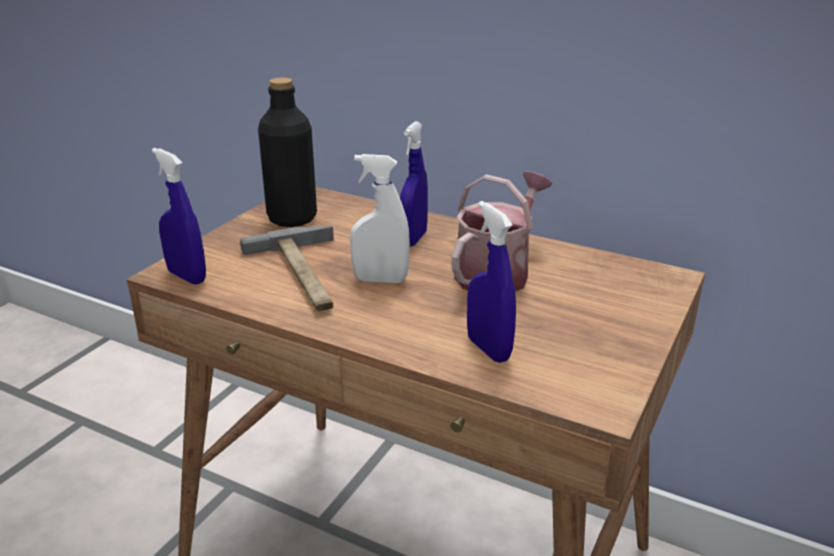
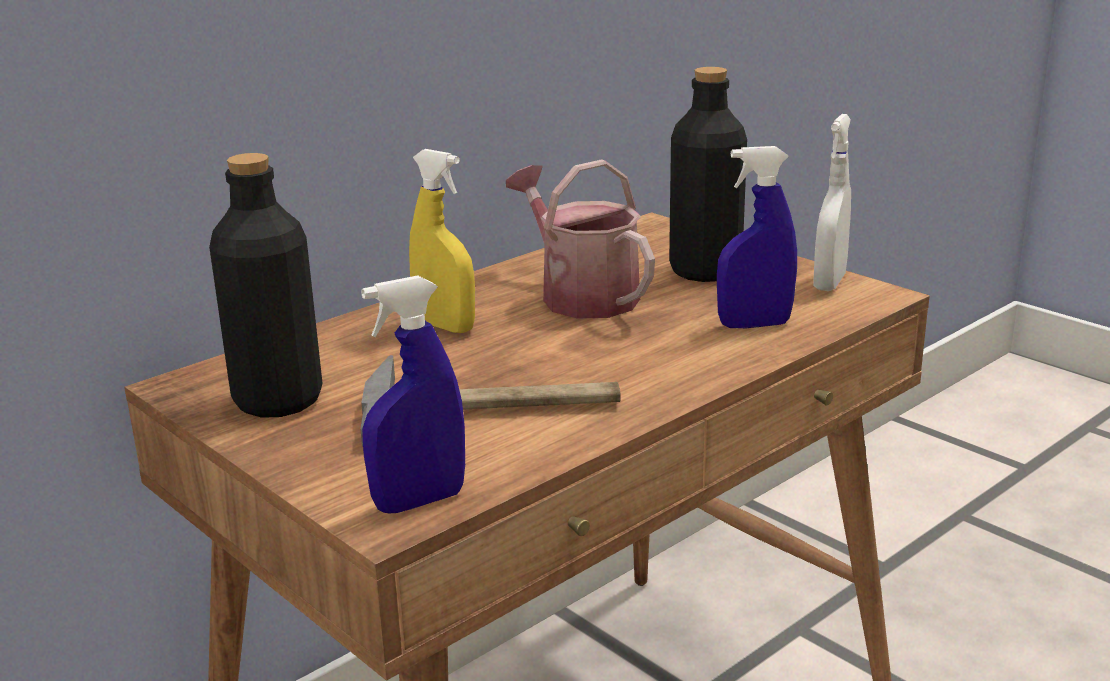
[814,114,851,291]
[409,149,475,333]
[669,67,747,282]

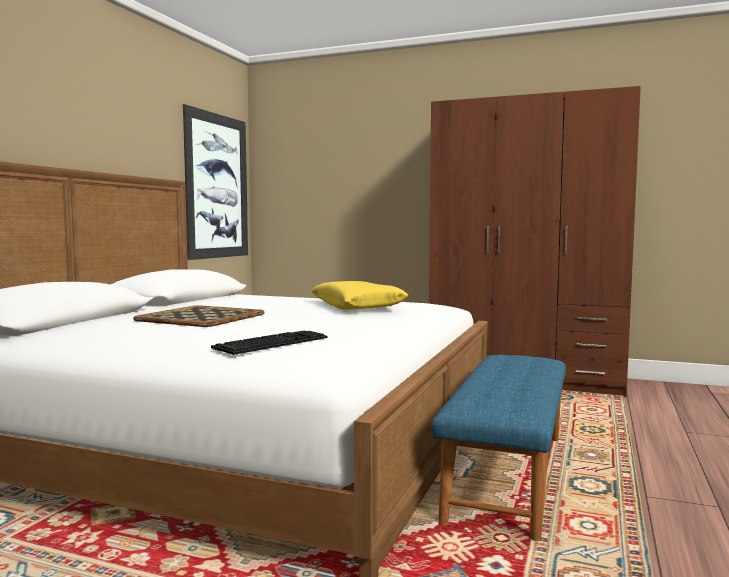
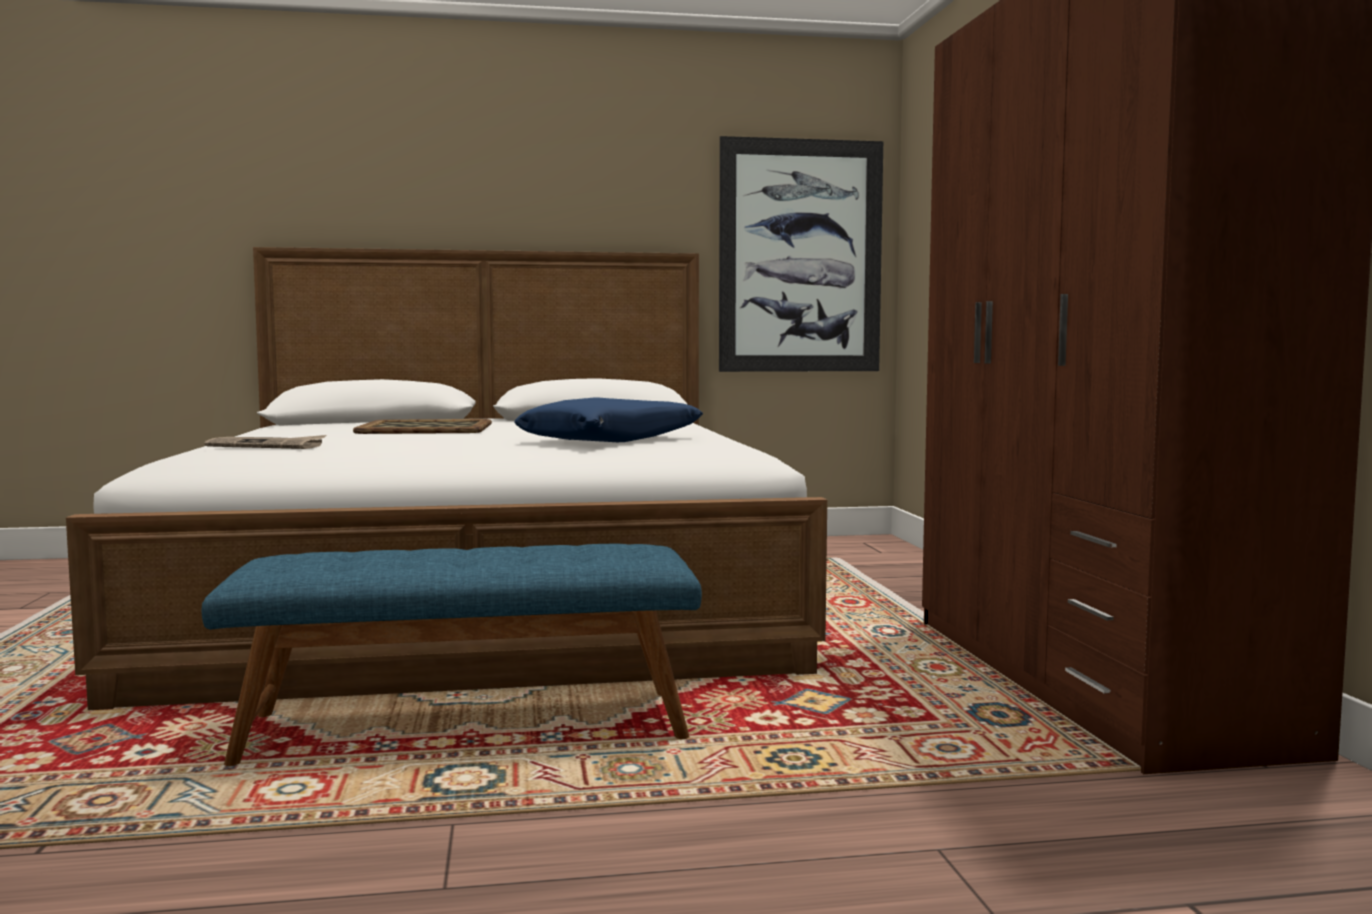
[205,435,327,449]
[514,397,703,442]

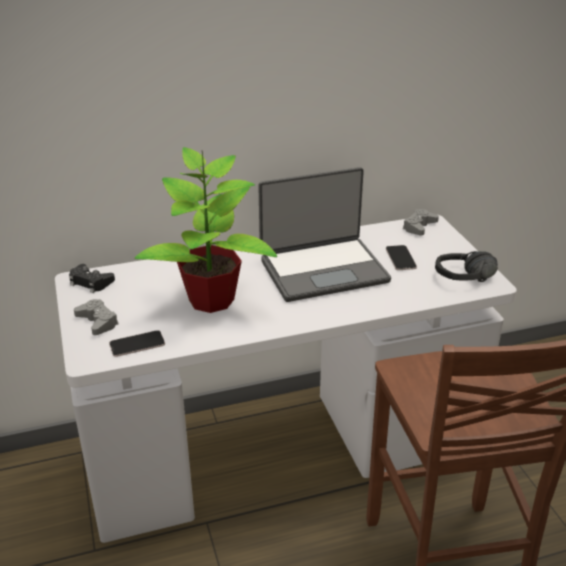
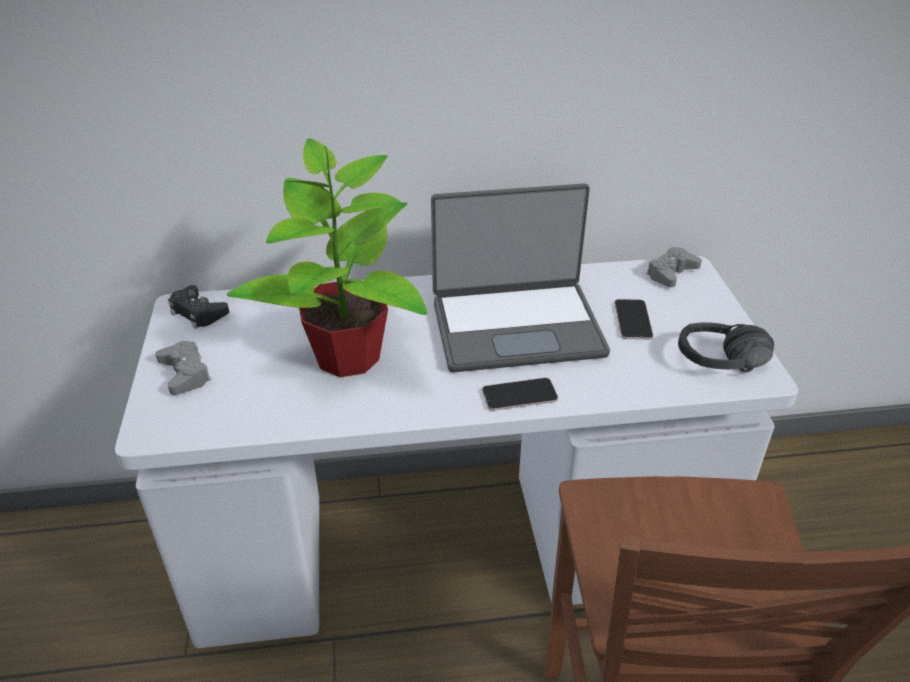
[482,378,558,411]

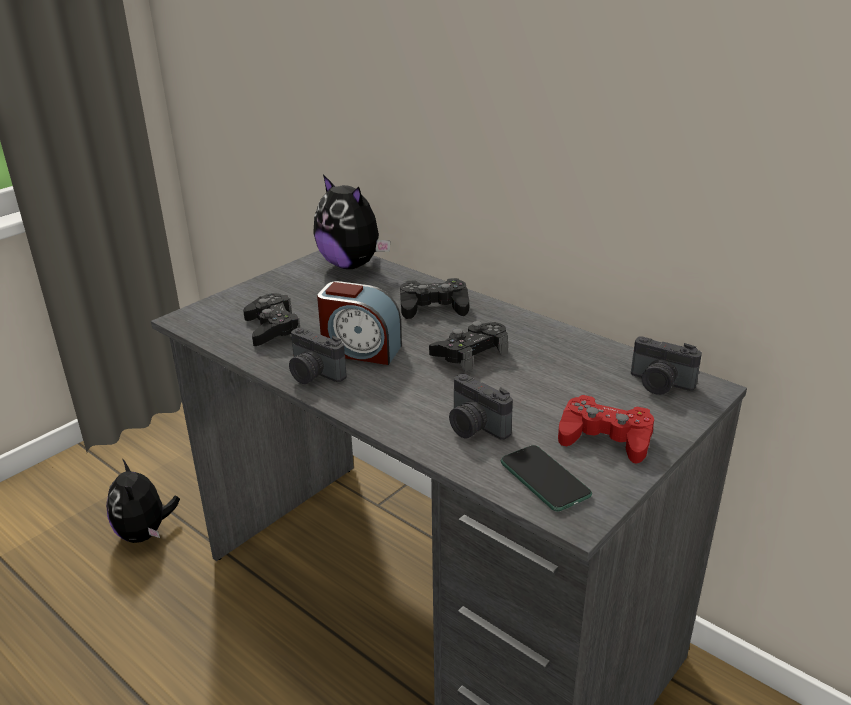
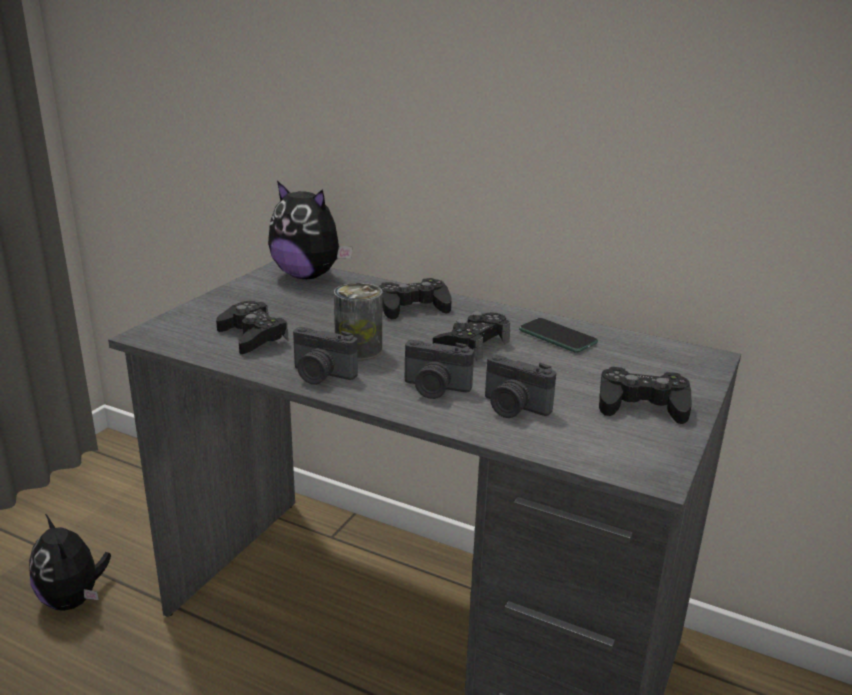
[334,283,382,360]
[519,318,598,353]
[599,366,692,424]
[405,340,474,399]

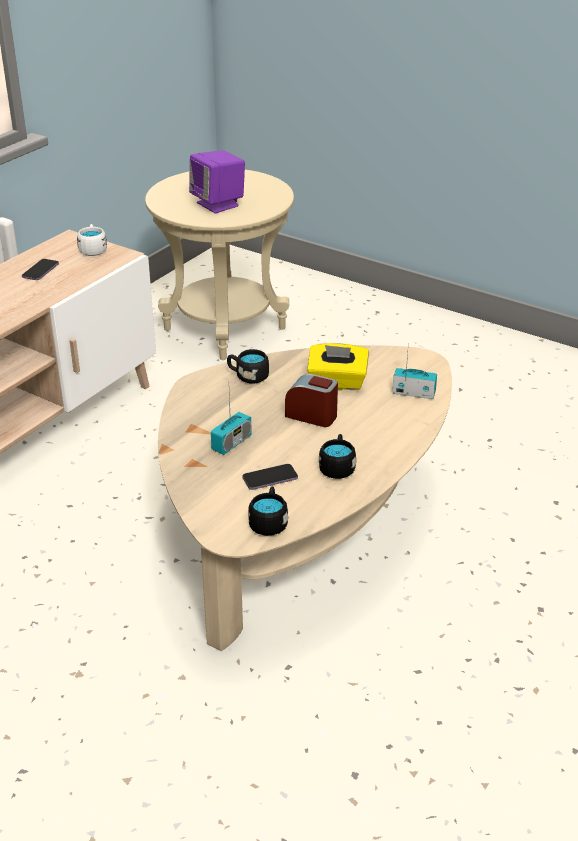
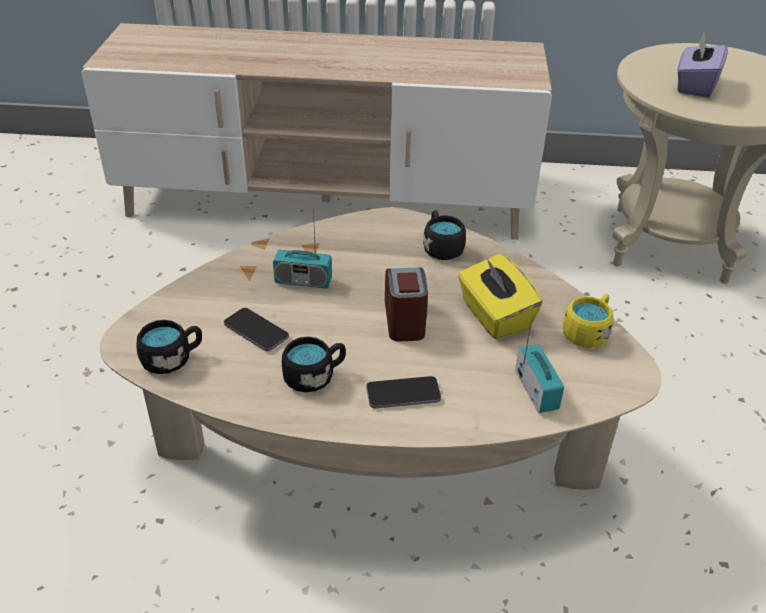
[366,376,441,408]
[77,224,107,256] (first image)
[678,32,728,98]
[563,294,614,348]

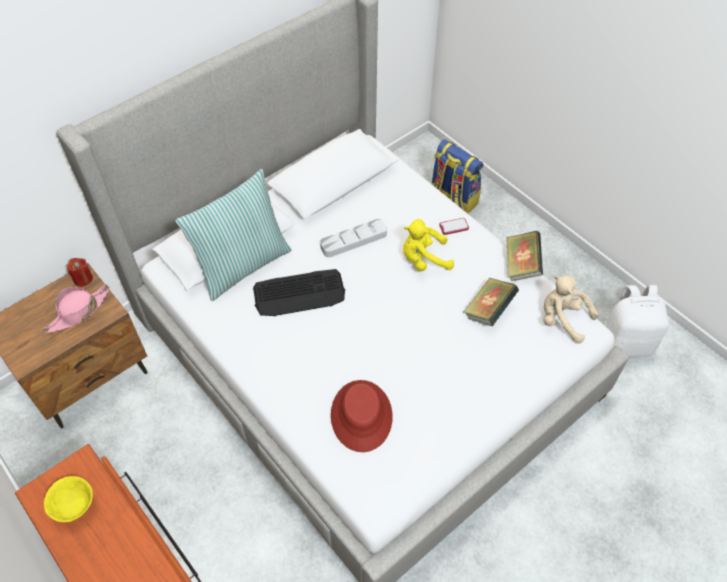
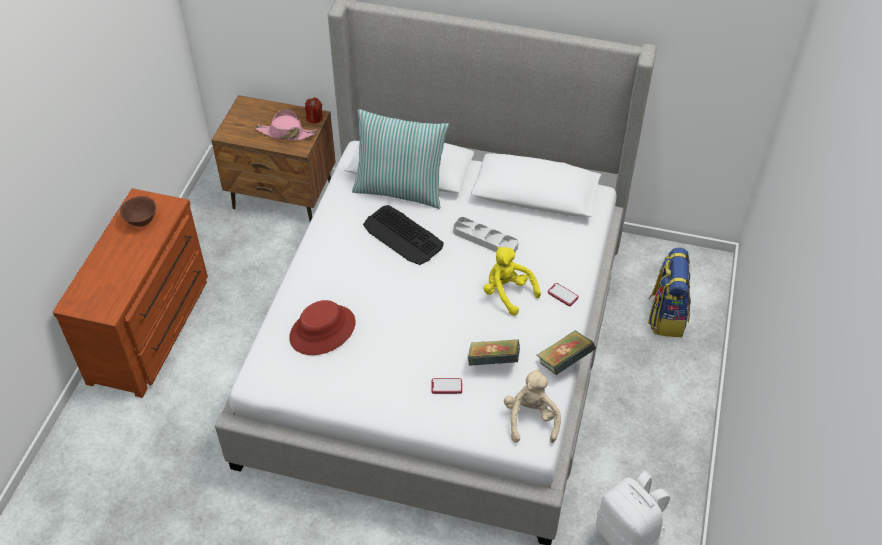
[120,196,156,227]
[432,378,462,394]

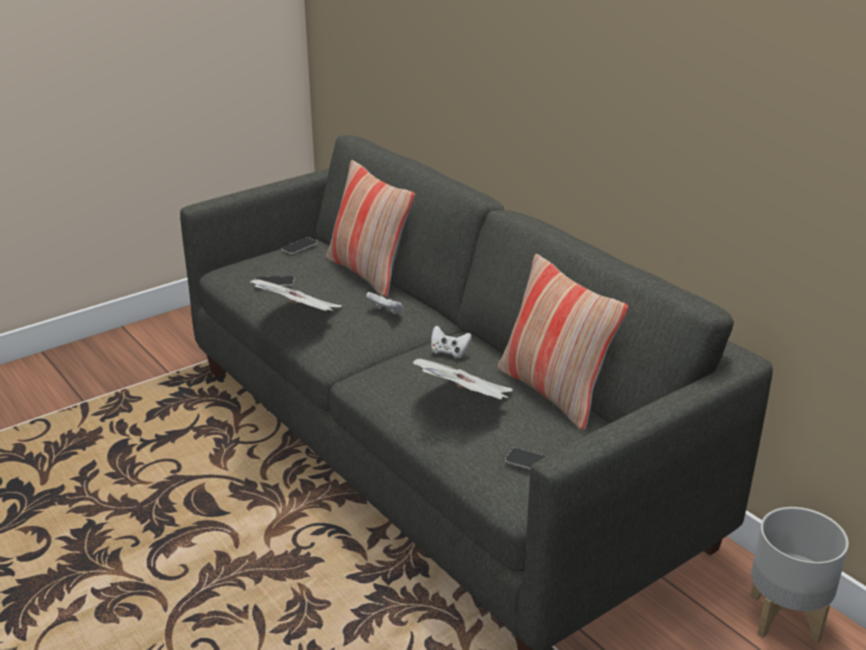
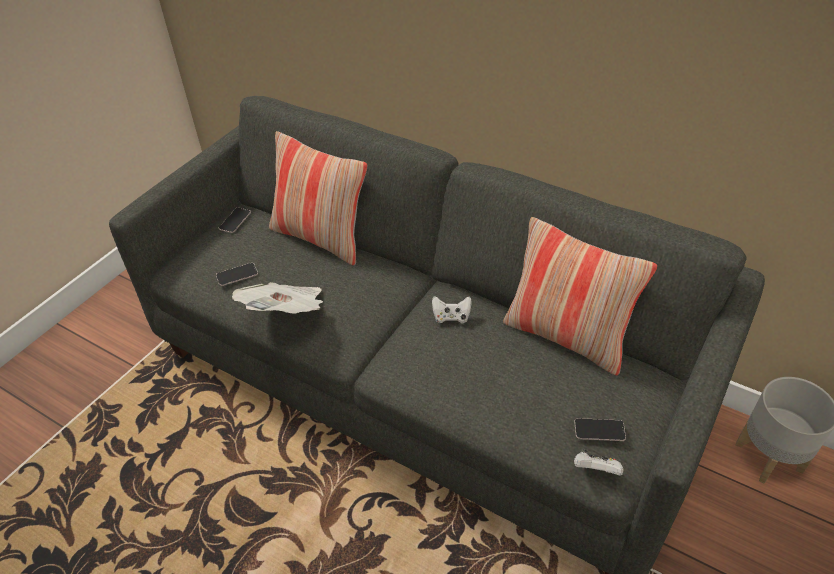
[574,450,623,476]
[413,359,513,400] (first image)

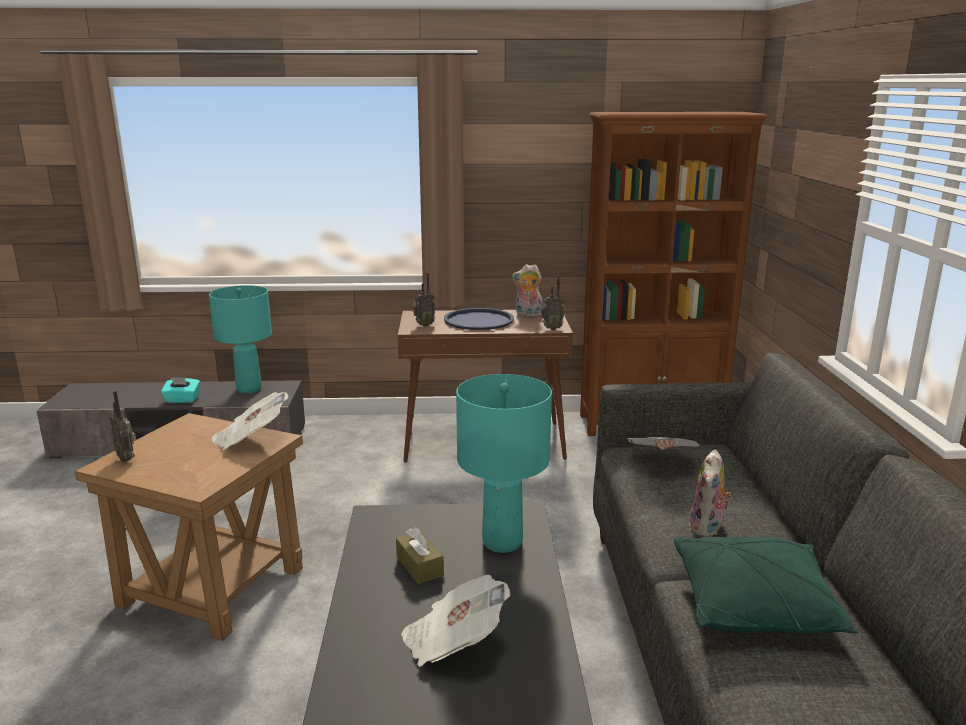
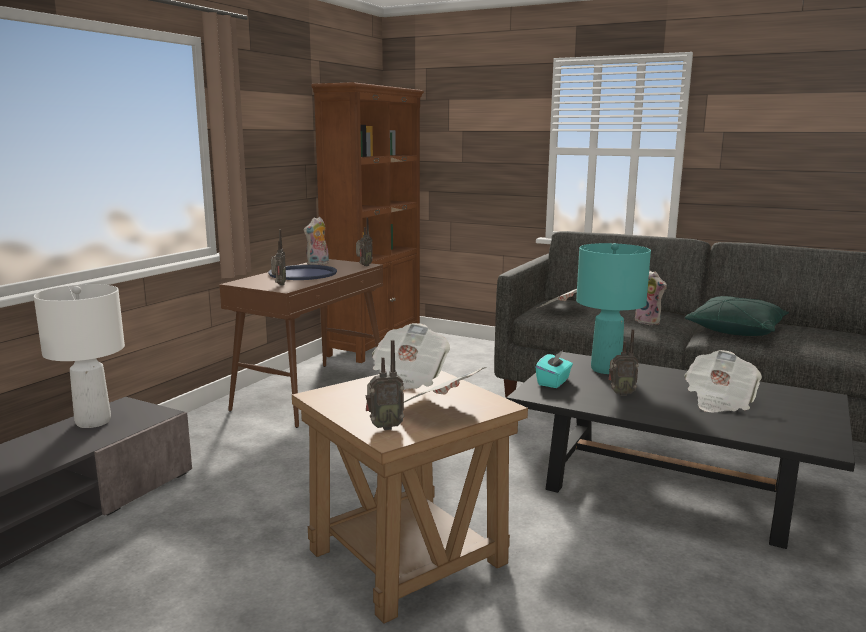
[536,351,573,388]
[34,284,125,428]
[608,329,639,396]
[404,367,486,403]

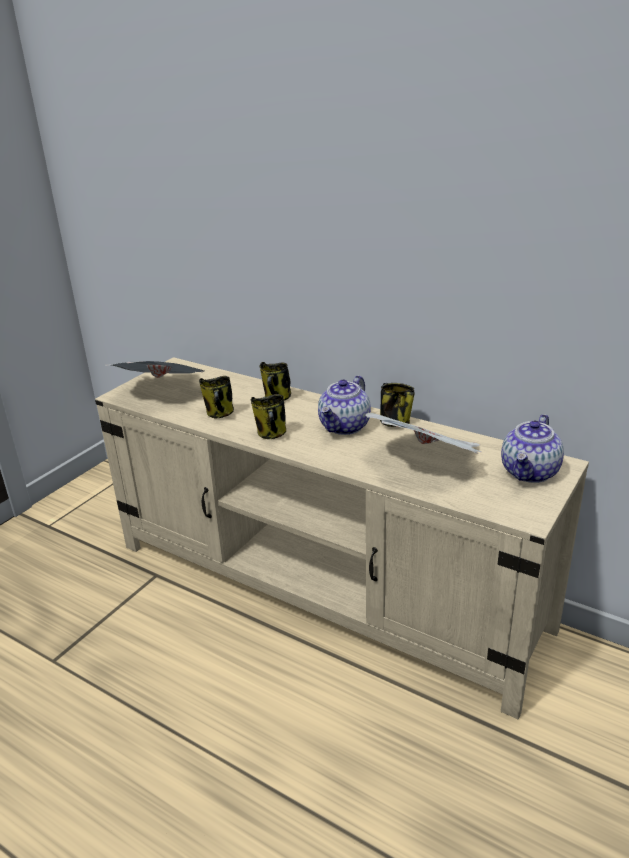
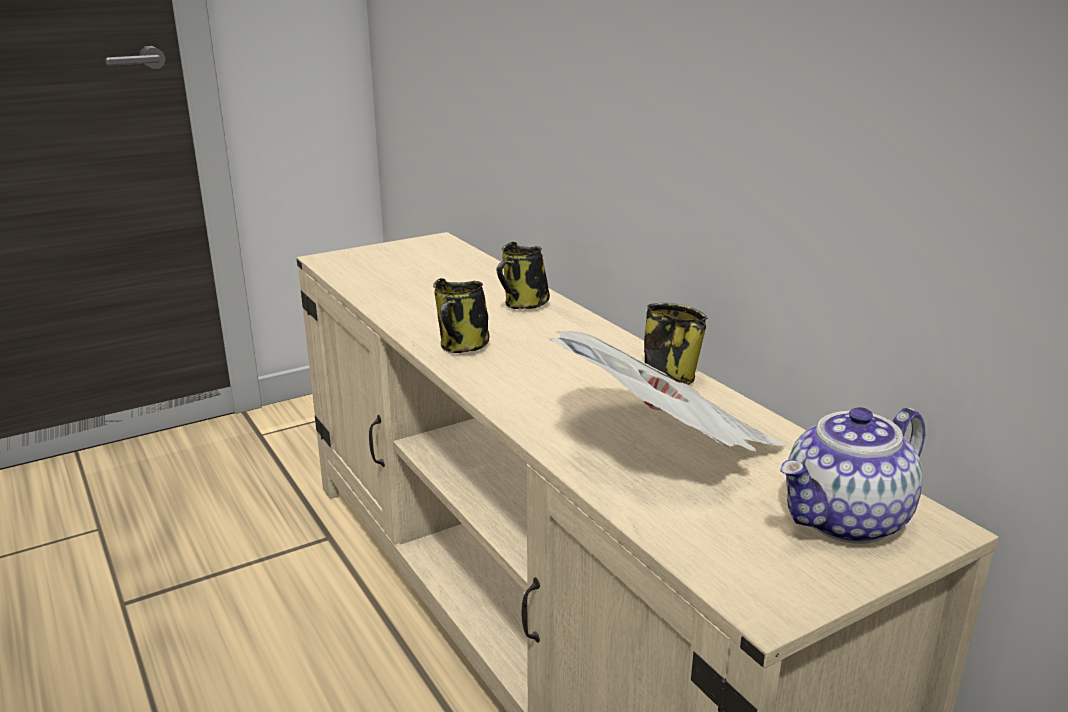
[106,361,204,378] (first image)
[199,376,234,419] (first image)
[318,375,371,435] (first image)

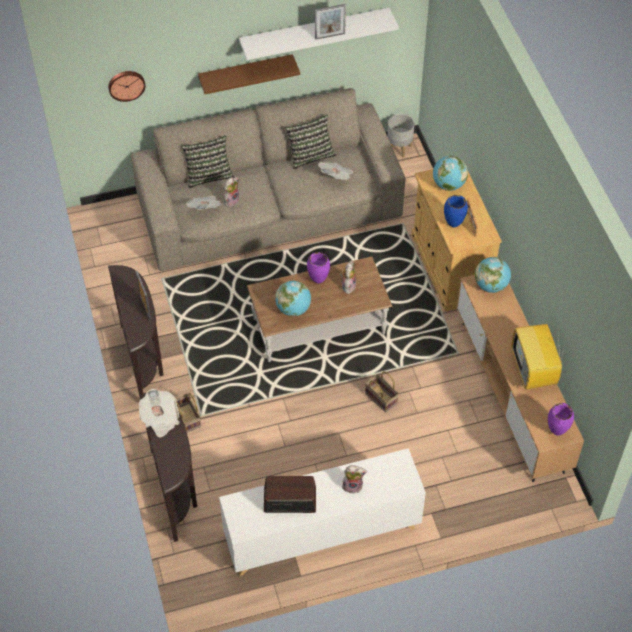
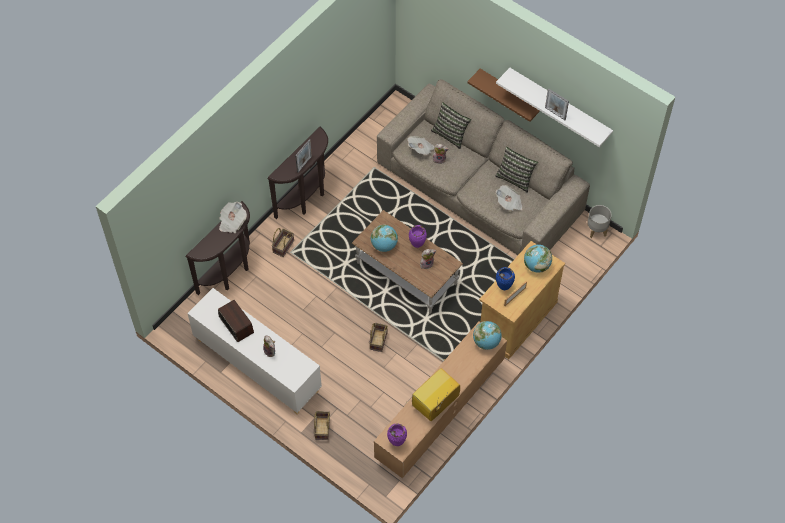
[108,71,145,102] (first image)
[314,411,330,440]

